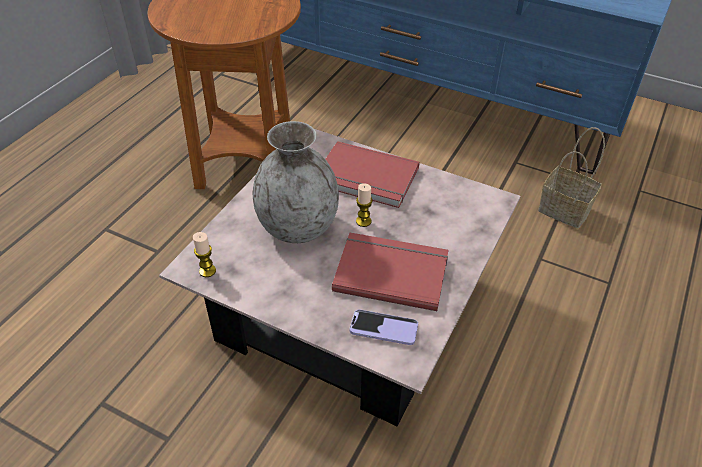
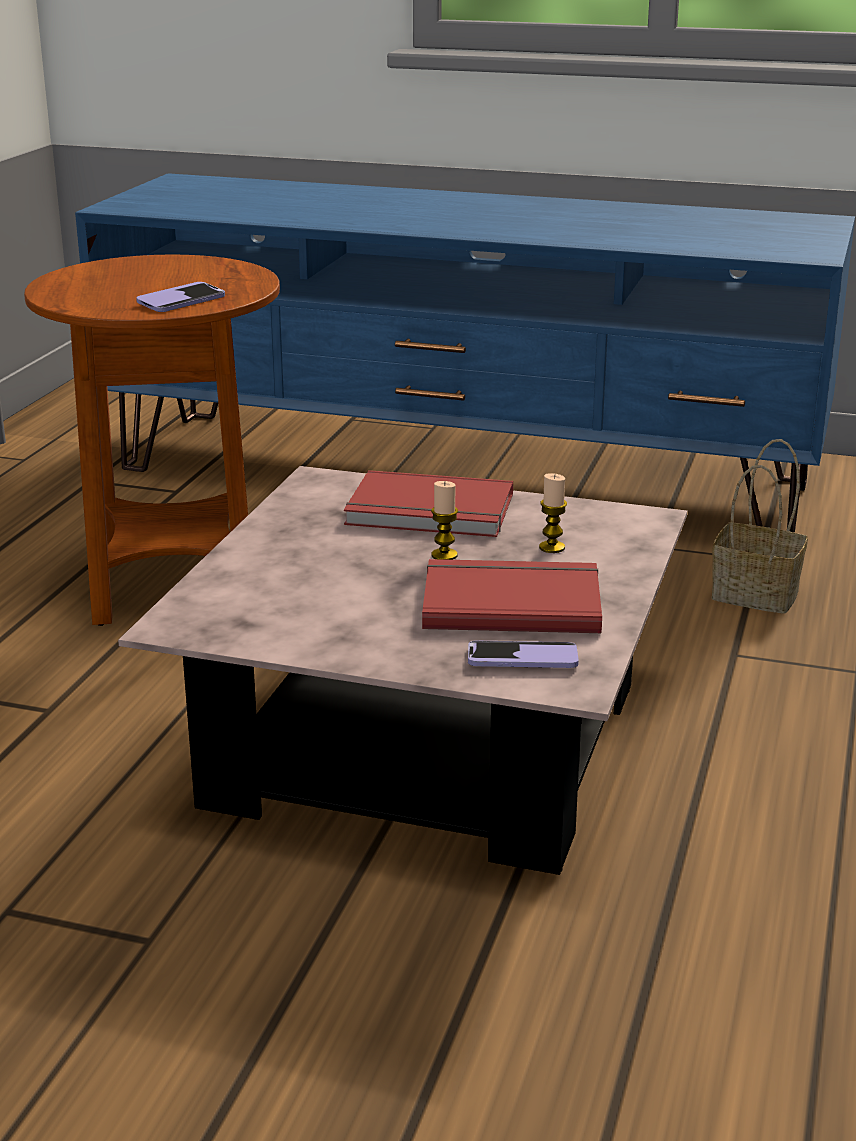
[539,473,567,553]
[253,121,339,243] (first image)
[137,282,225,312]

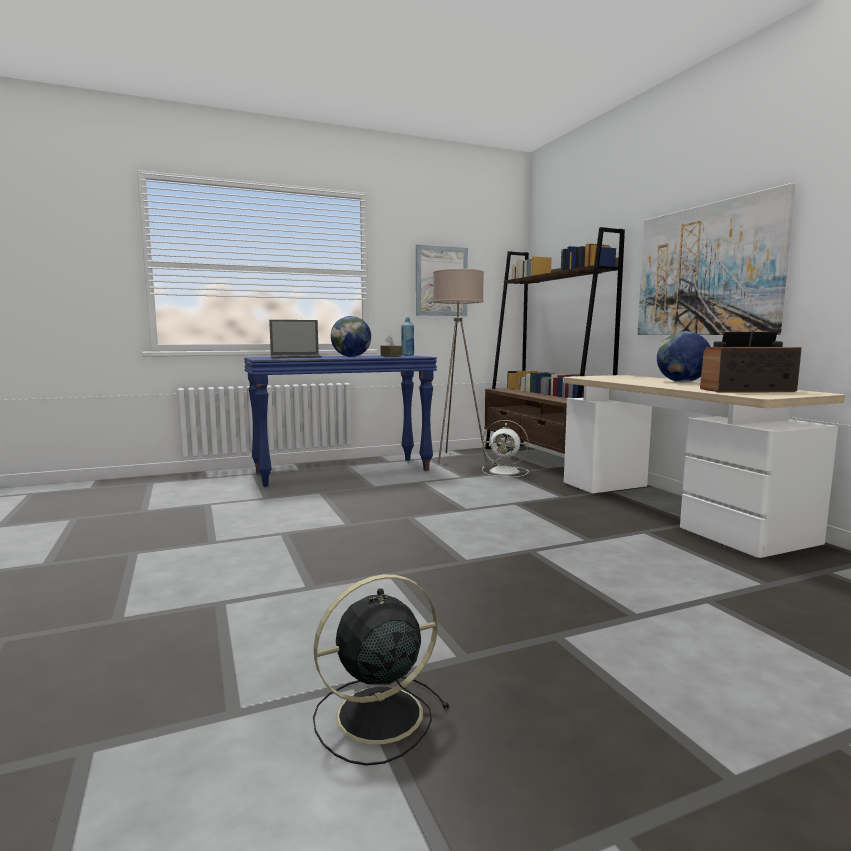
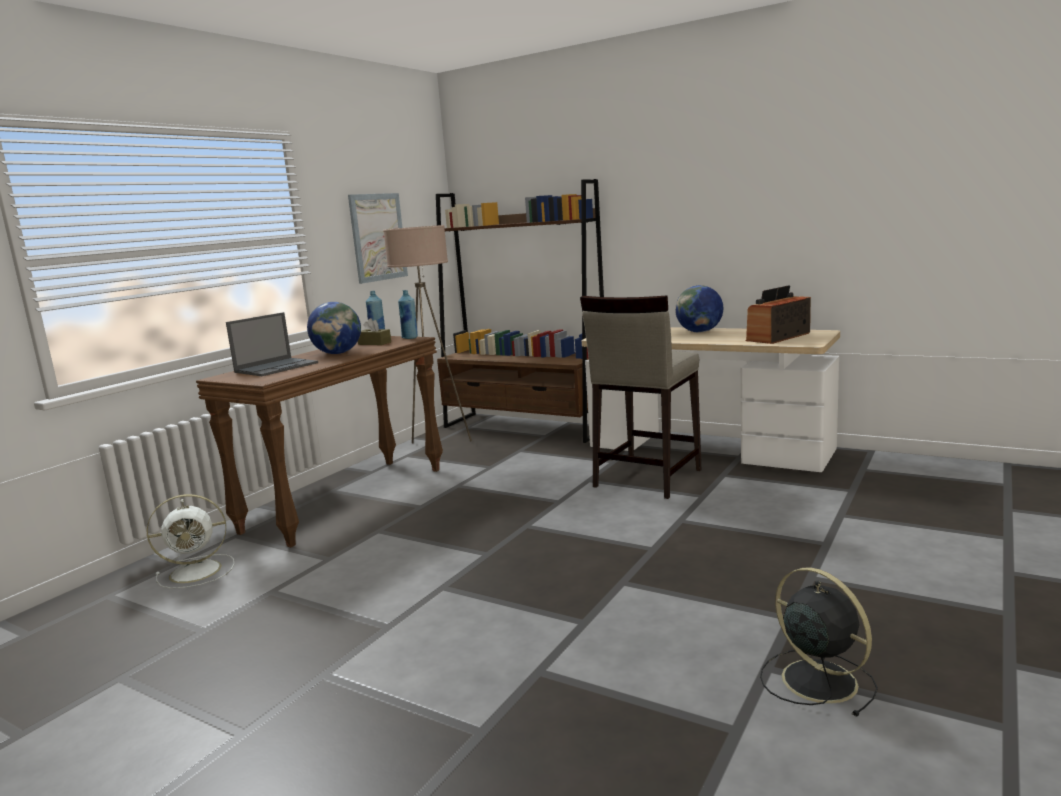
[196,336,443,547]
[760,568,878,717]
[147,494,234,589]
[637,183,795,335] (first image)
[398,290,418,339]
[580,296,702,499]

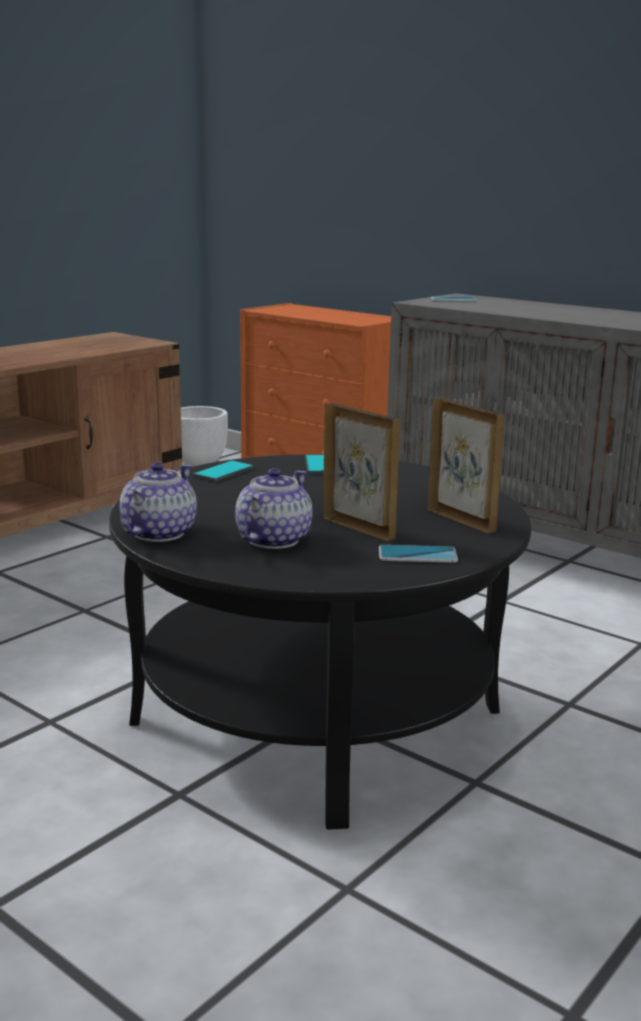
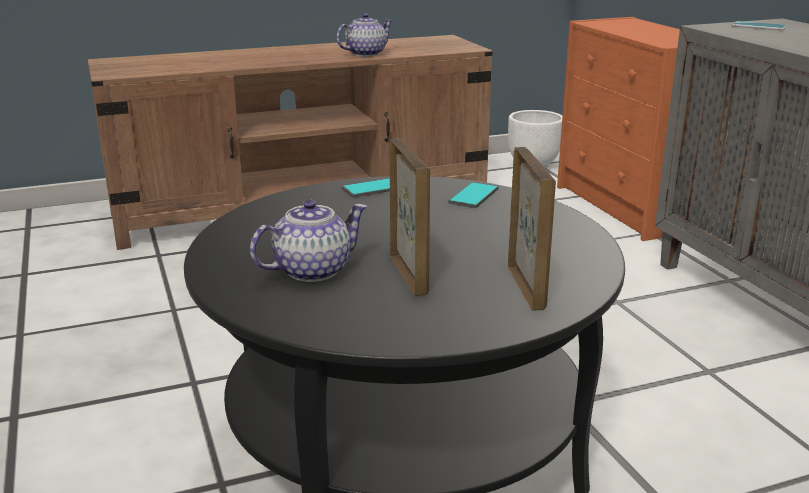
[336,13,393,56]
[379,545,458,563] (first image)

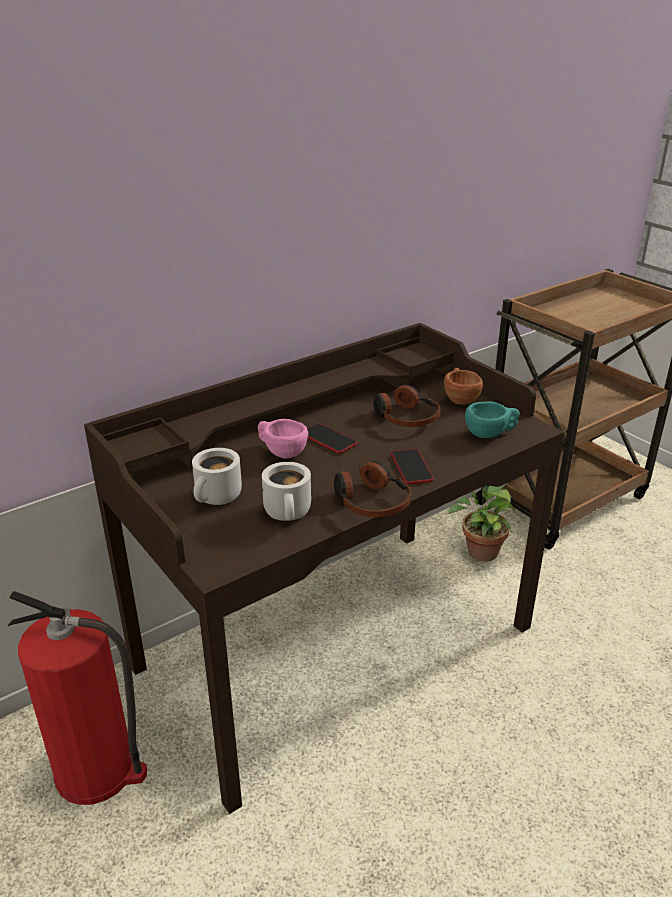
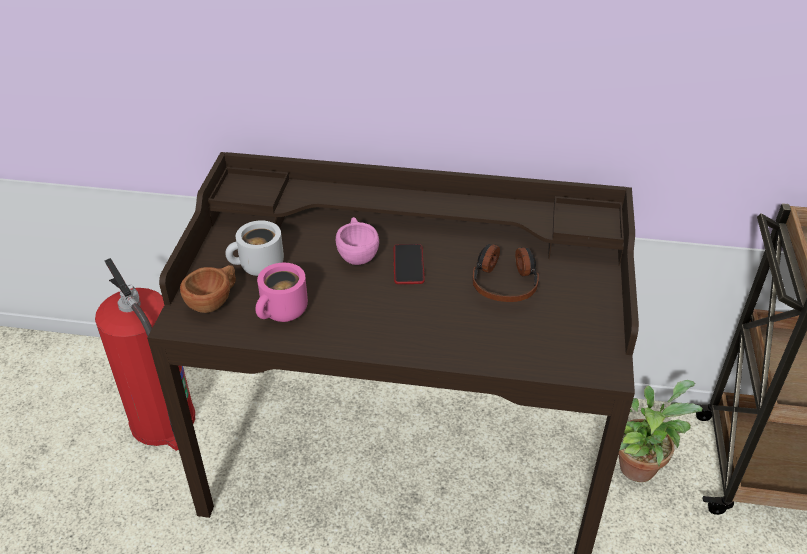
[255,263,308,322]
[334,461,411,517] (first image)
[391,449,434,484] (first image)
[180,265,236,313]
[465,401,519,438] (first image)

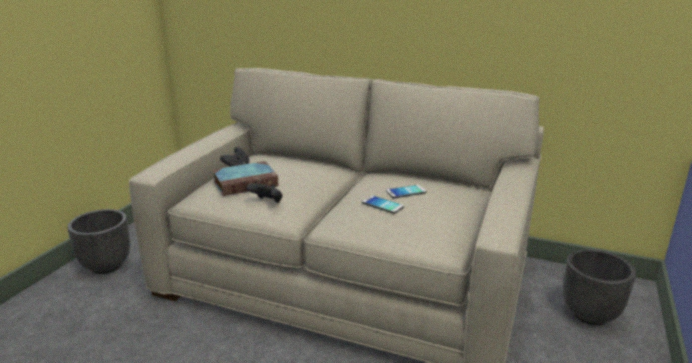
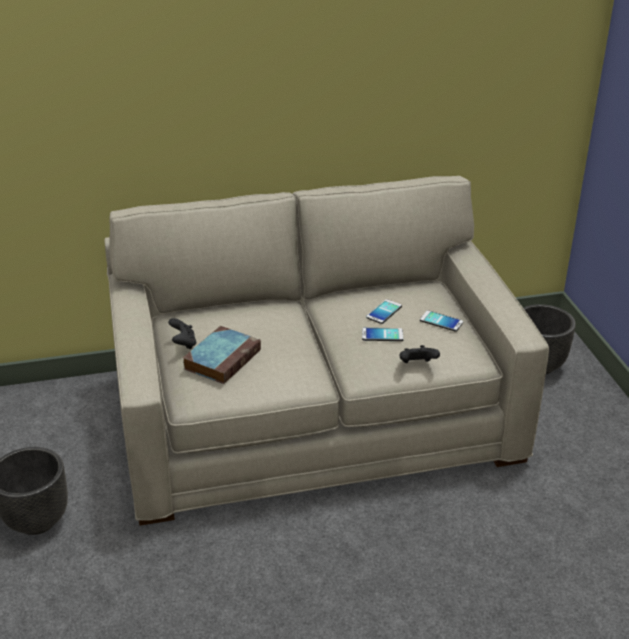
[400,345,440,363]
[420,310,464,332]

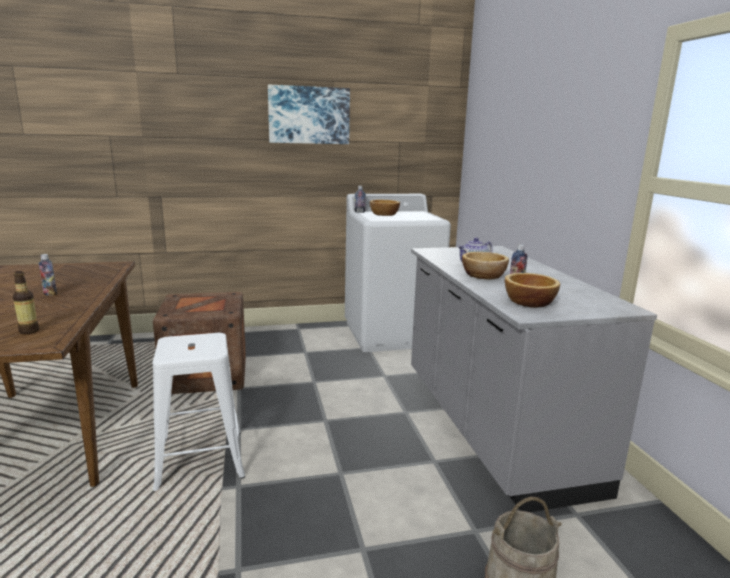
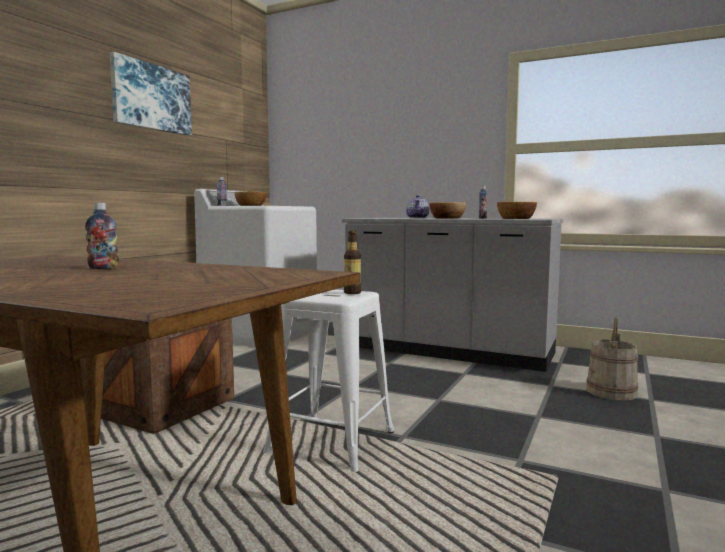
[344,231,361,294]

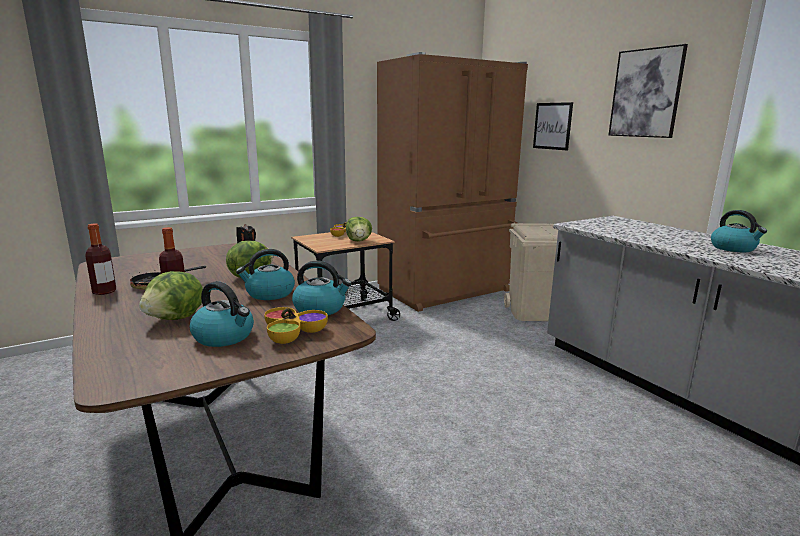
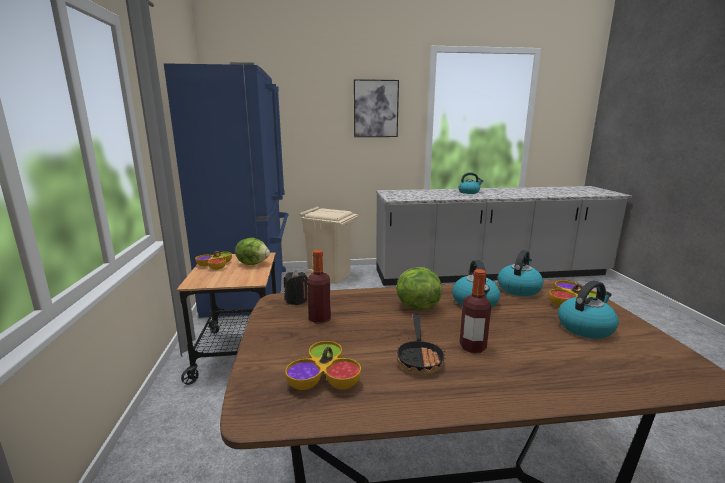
[307,250,331,323]
[139,271,203,320] (first image)
[164,62,289,318]
[533,102,573,151] (first image)
[285,341,361,390]

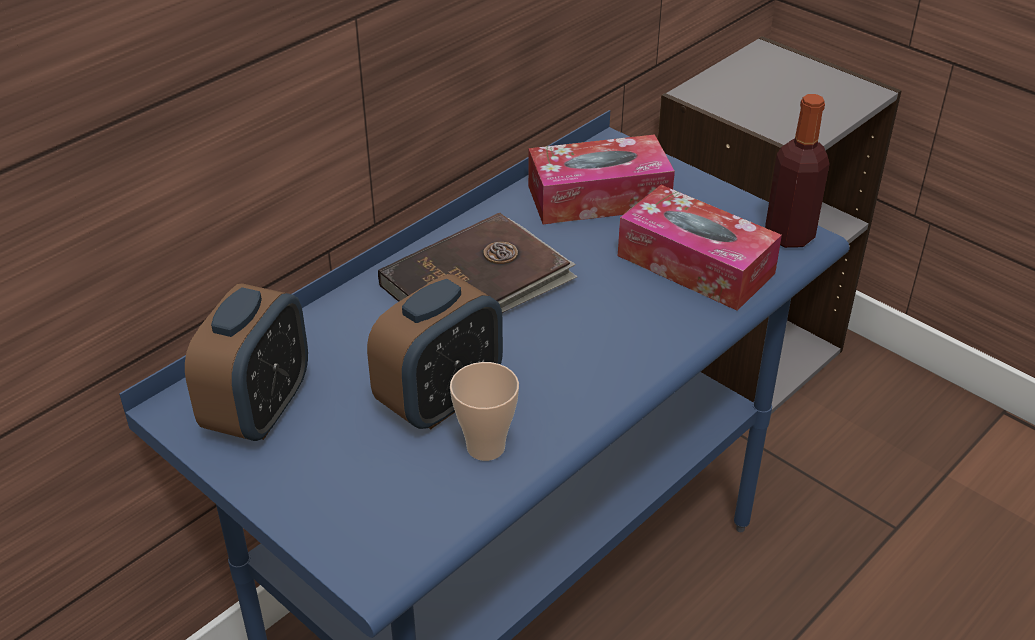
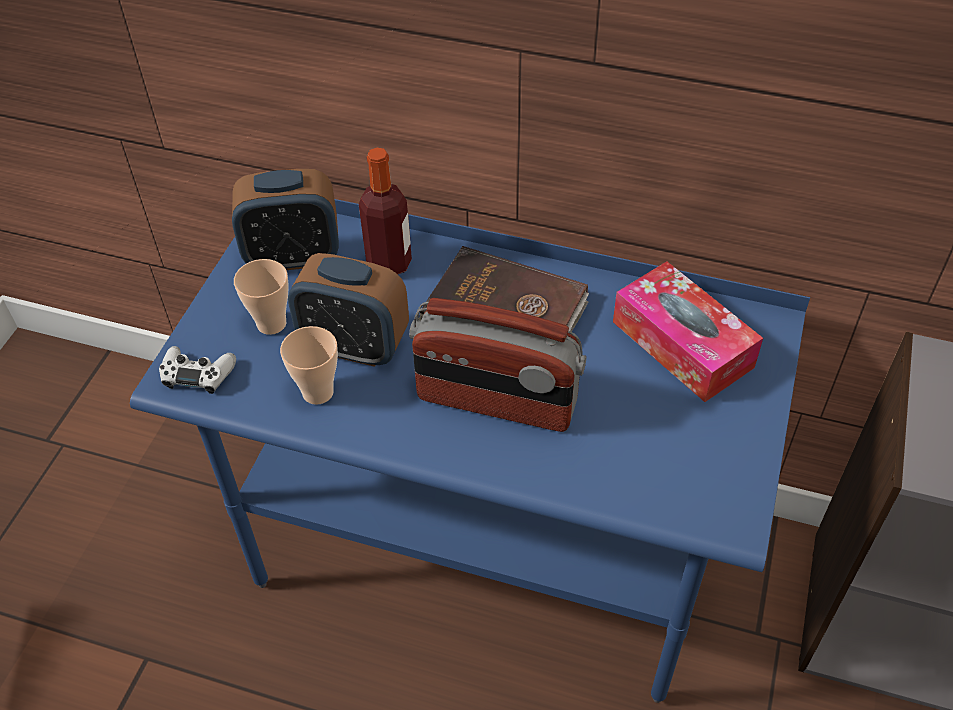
[618,185,782,311] (first image)
[359,148,412,274]
[159,346,236,394]
[234,259,289,335]
[409,298,587,432]

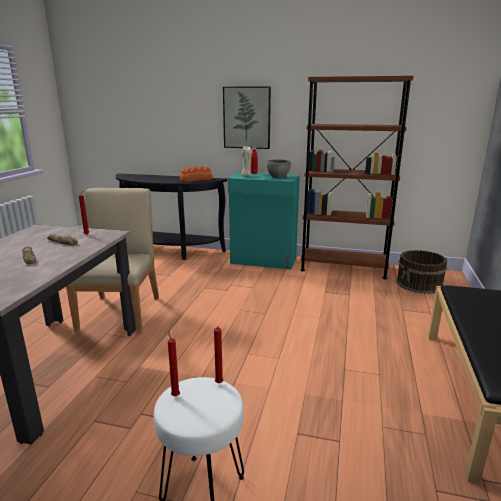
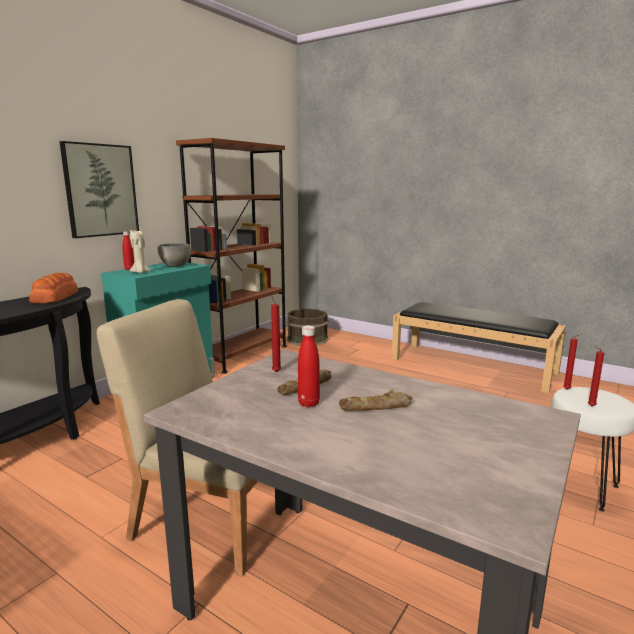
[298,325,320,407]

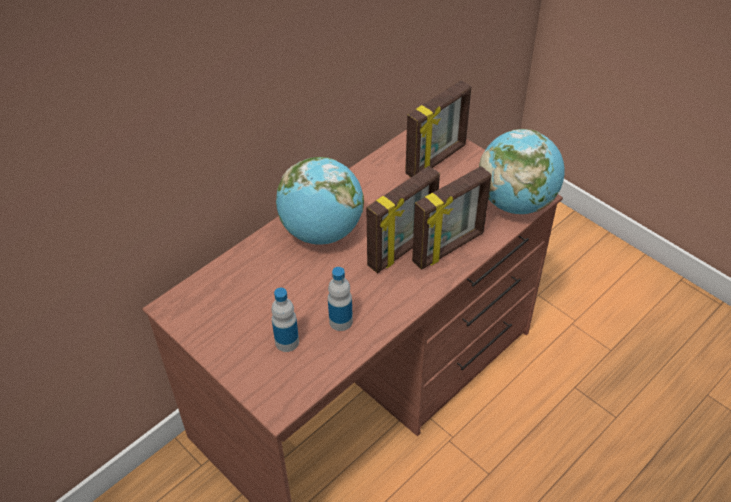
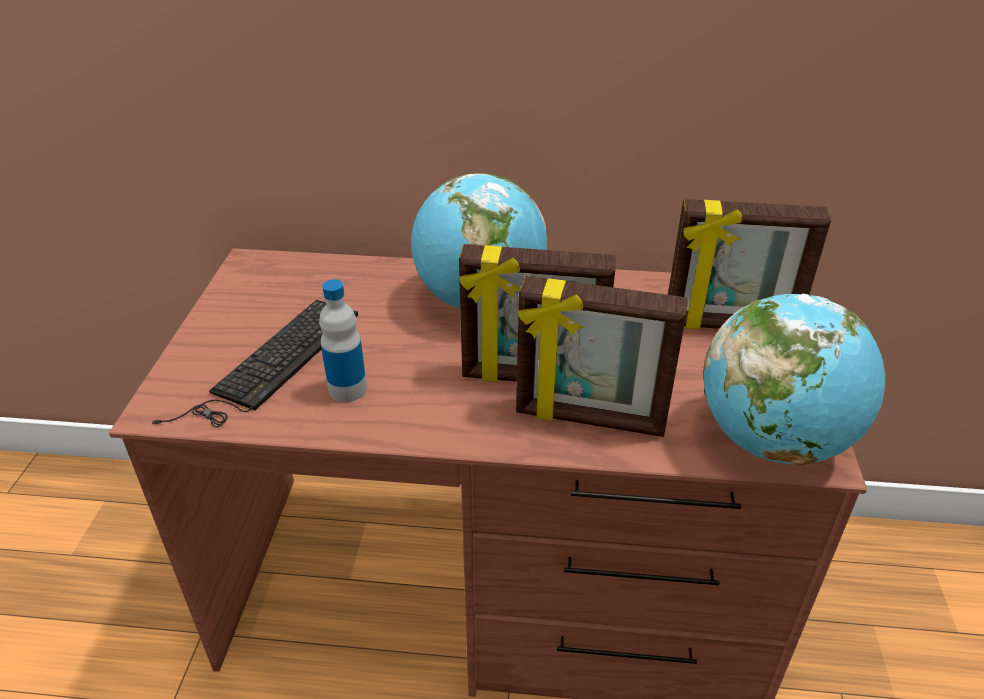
[152,300,358,427]

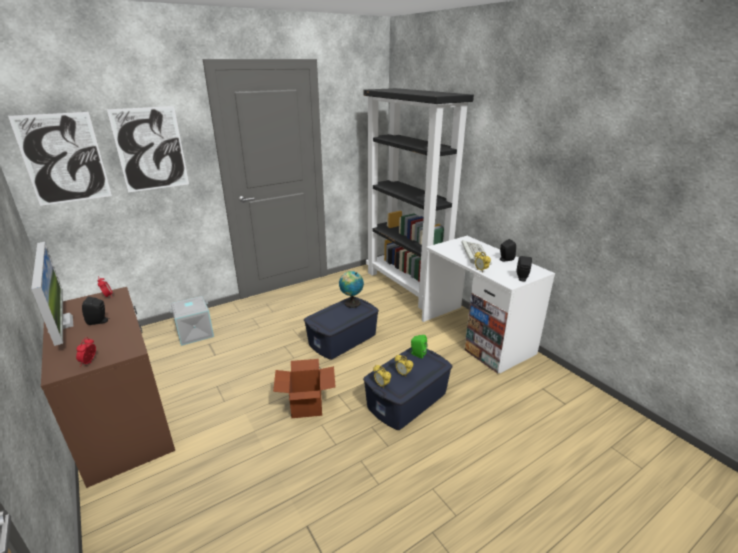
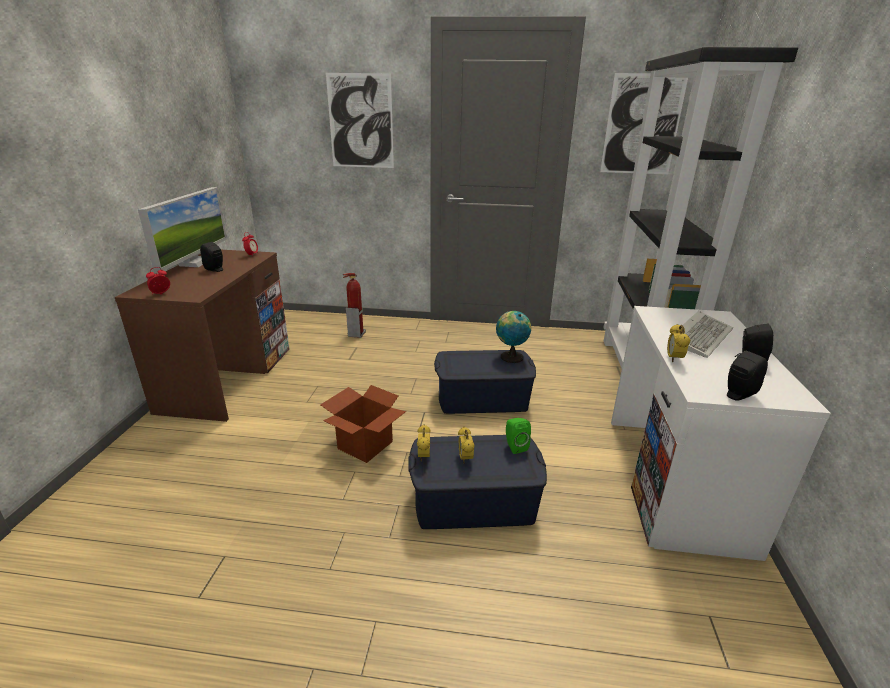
[600,73,688,174]
[343,273,366,338]

